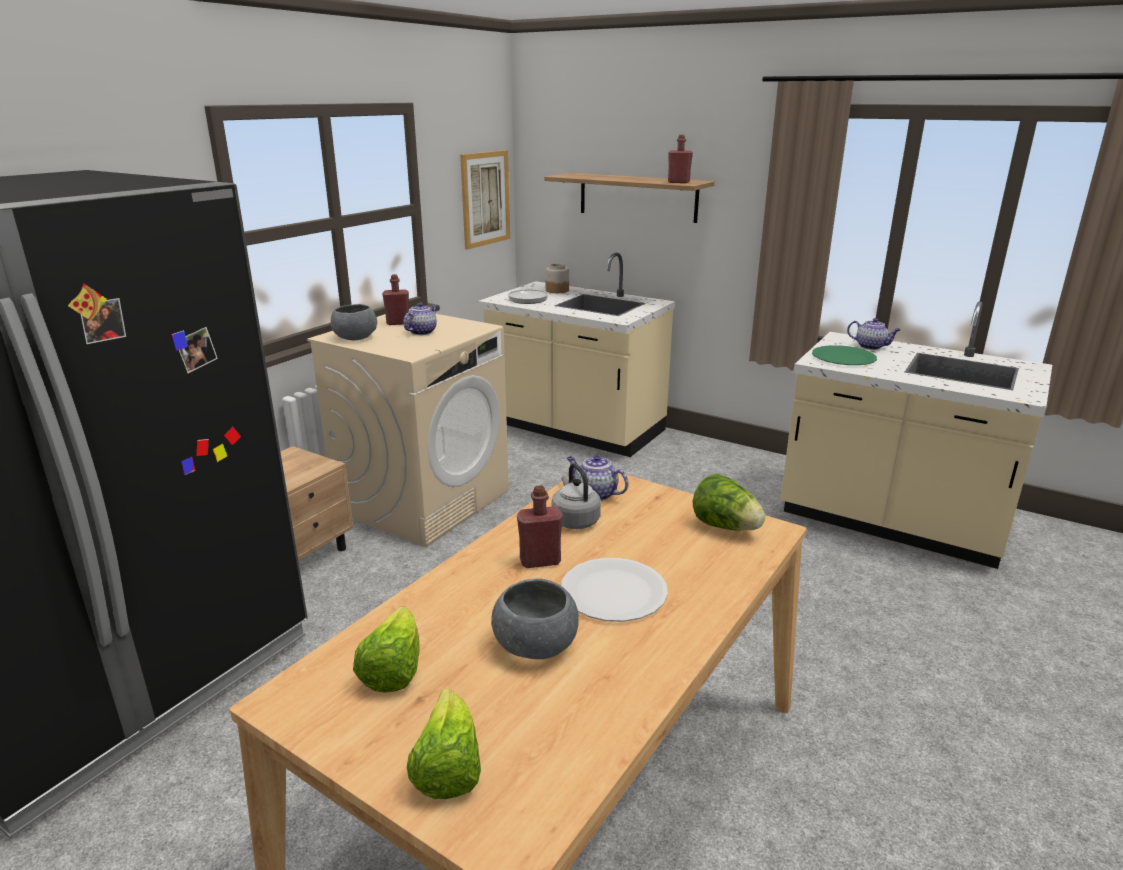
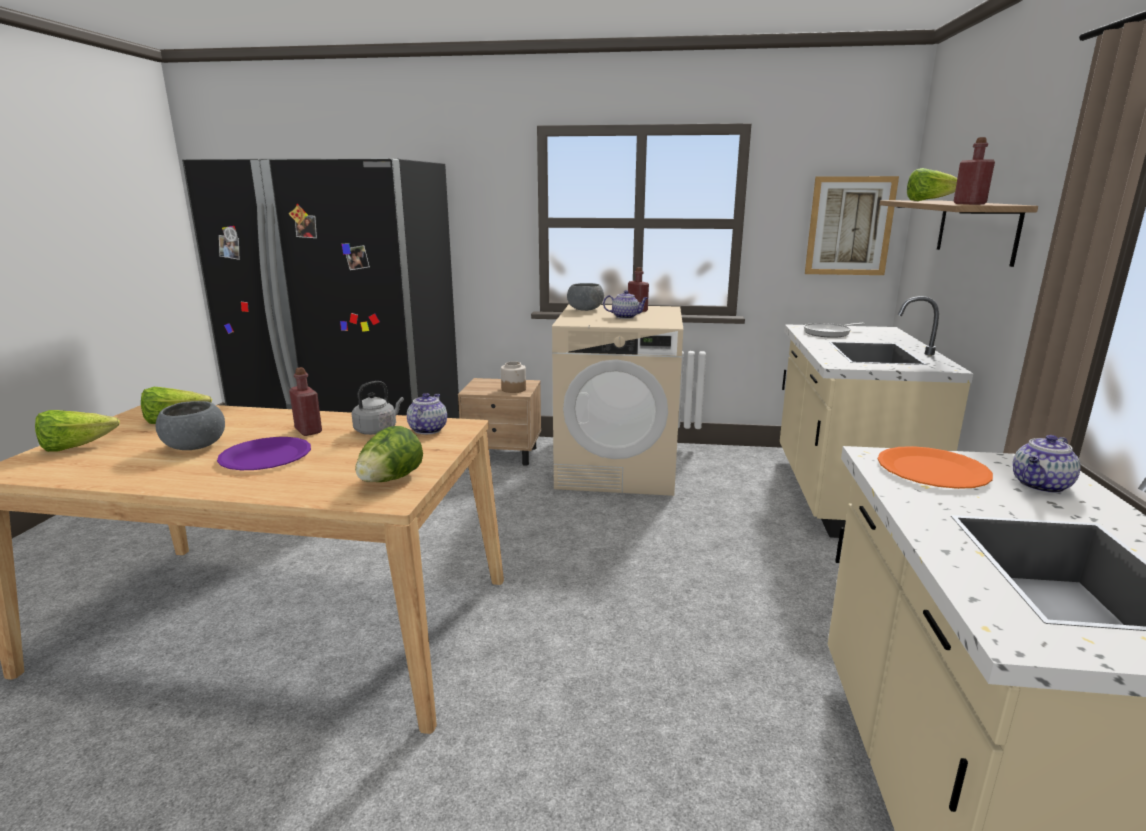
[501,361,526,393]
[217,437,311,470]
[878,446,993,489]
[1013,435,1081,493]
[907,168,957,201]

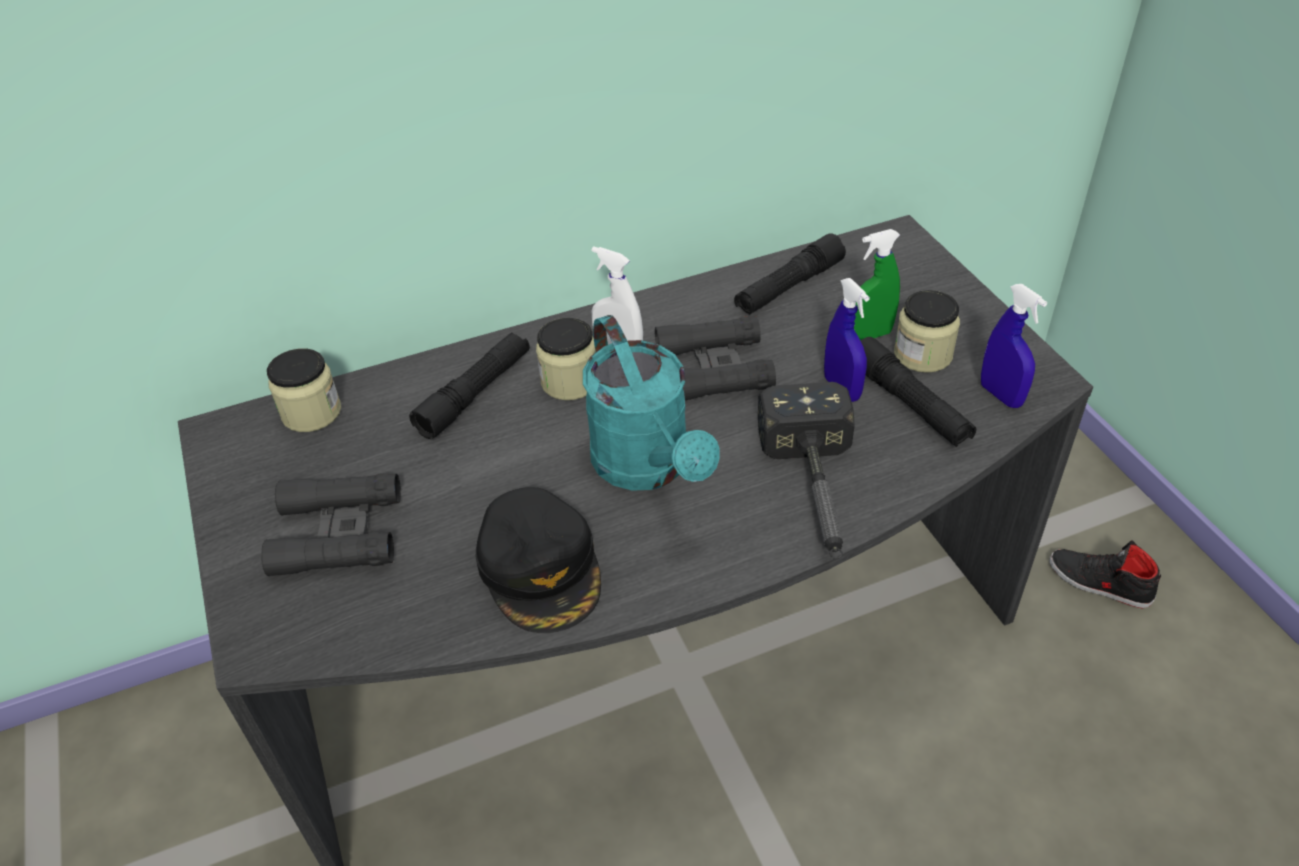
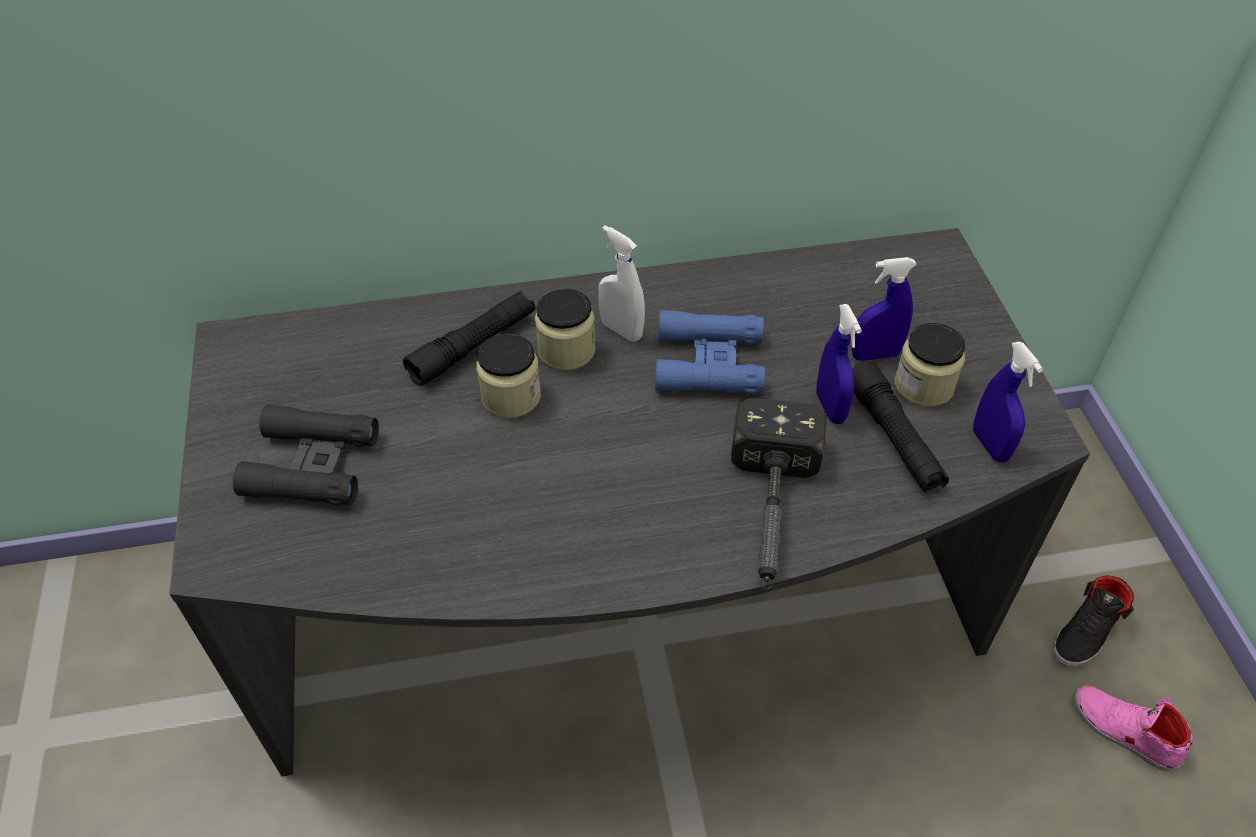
[476,334,541,418]
[476,487,601,633] (first image)
[583,315,720,491] (first image)
[655,310,765,394]
[734,233,846,315] (first image)
[851,257,917,361]
[1053,576,1134,667]
[1073,685,1193,772]

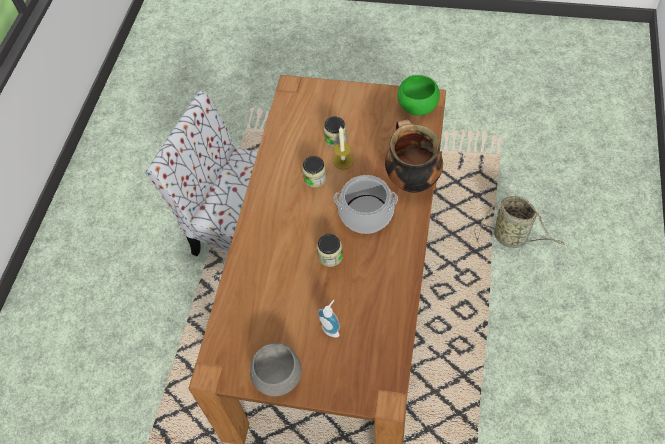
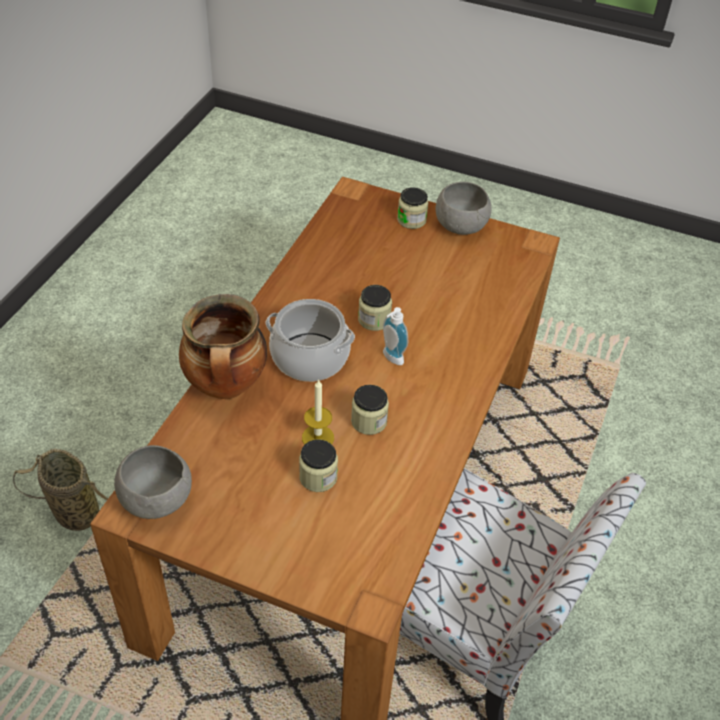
[383,307,408,365]
[114,445,192,519]
[397,188,428,229]

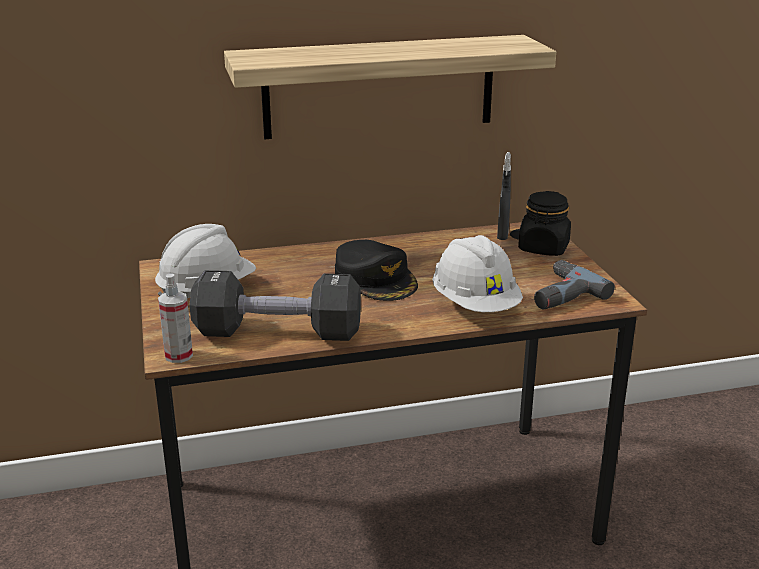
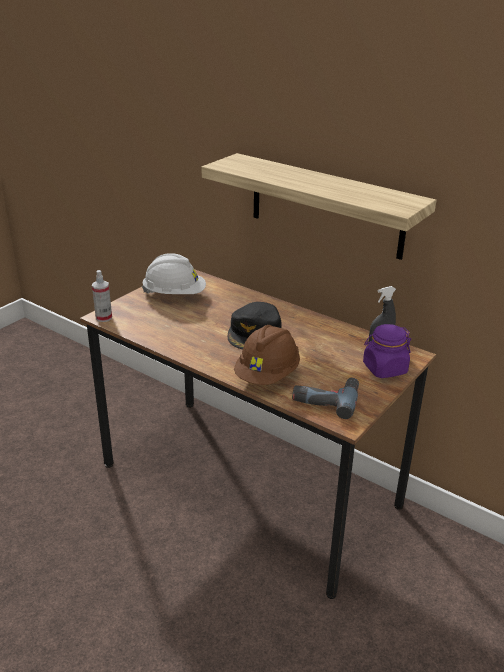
[189,270,361,341] (first image)
[234,325,300,385]
[363,324,411,378]

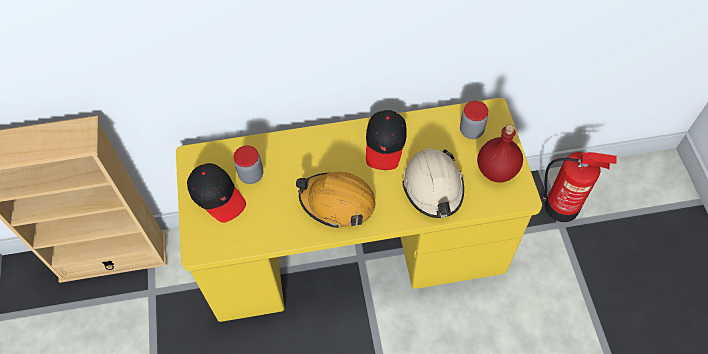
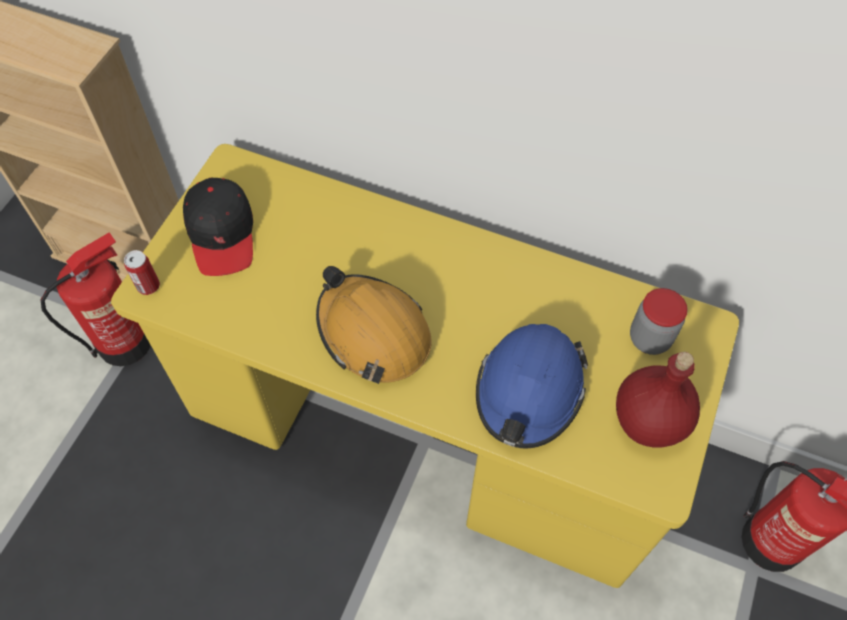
[234,145,263,184] (first image)
[366,110,407,170] (first image)
[476,324,588,449]
[41,232,150,366]
[124,250,160,295]

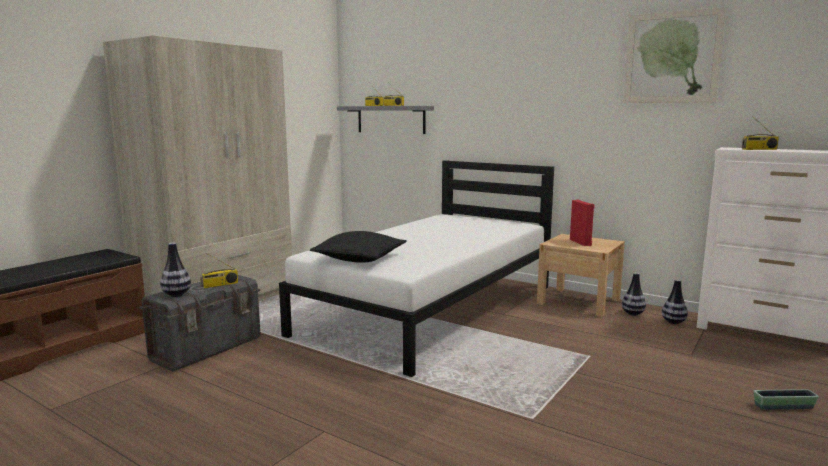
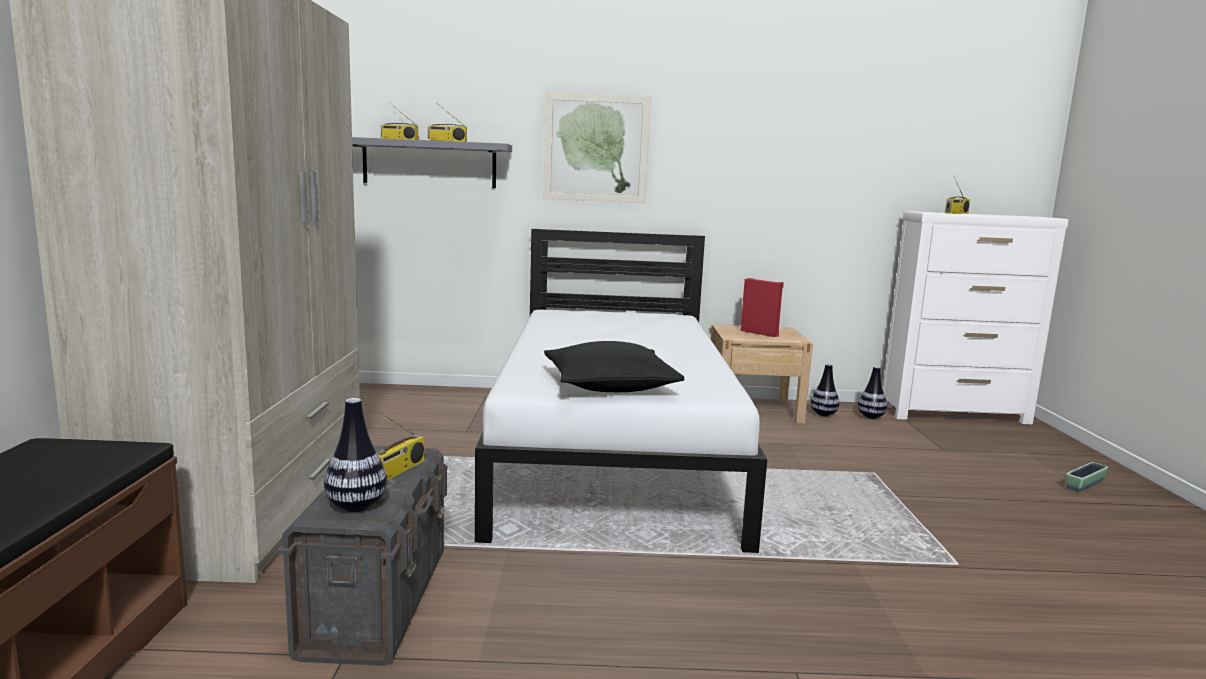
[543,92,651,203]

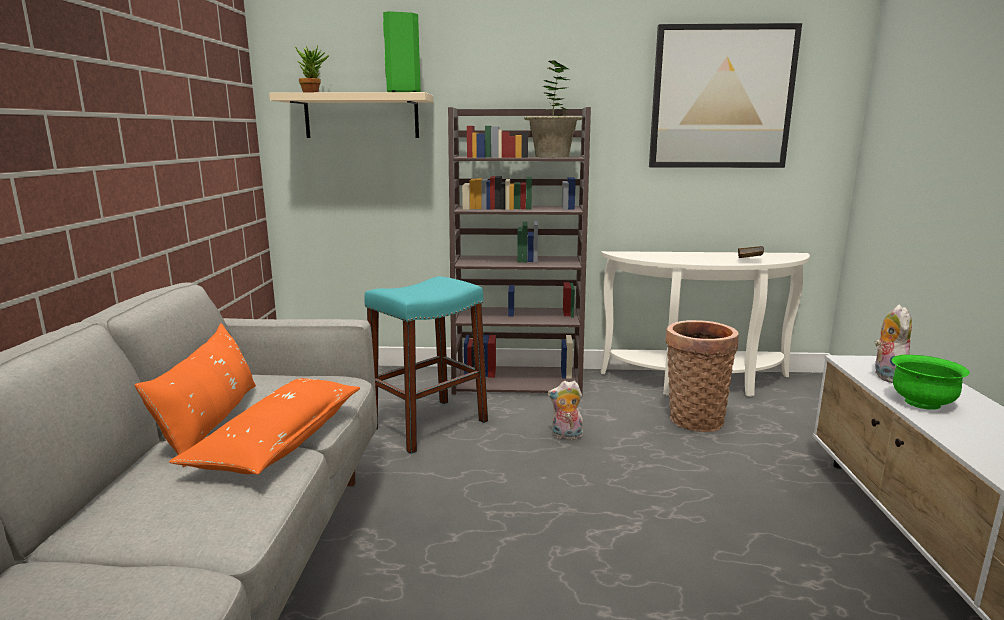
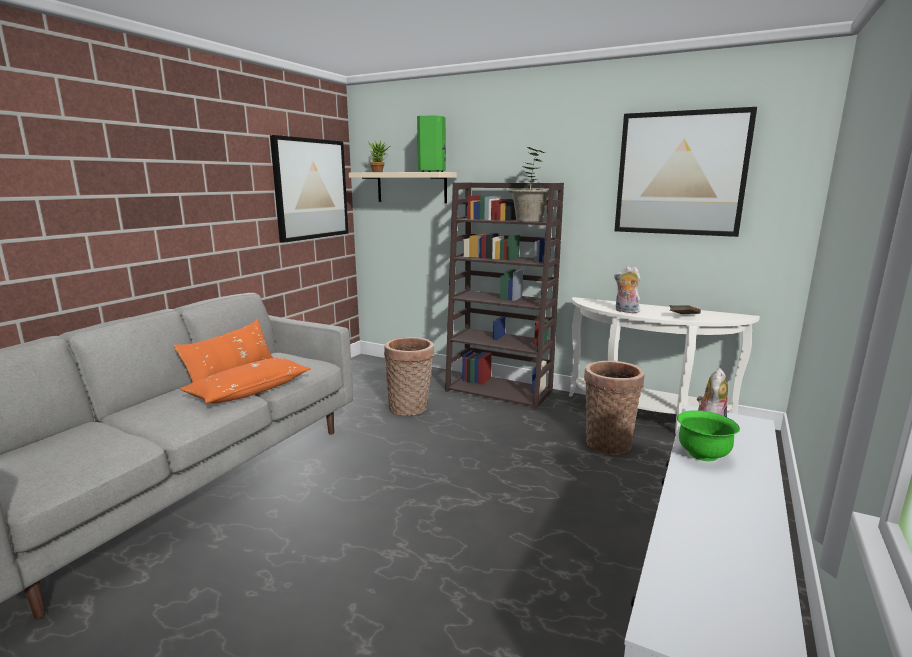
[384,337,434,416]
[614,266,641,313]
[270,135,348,243]

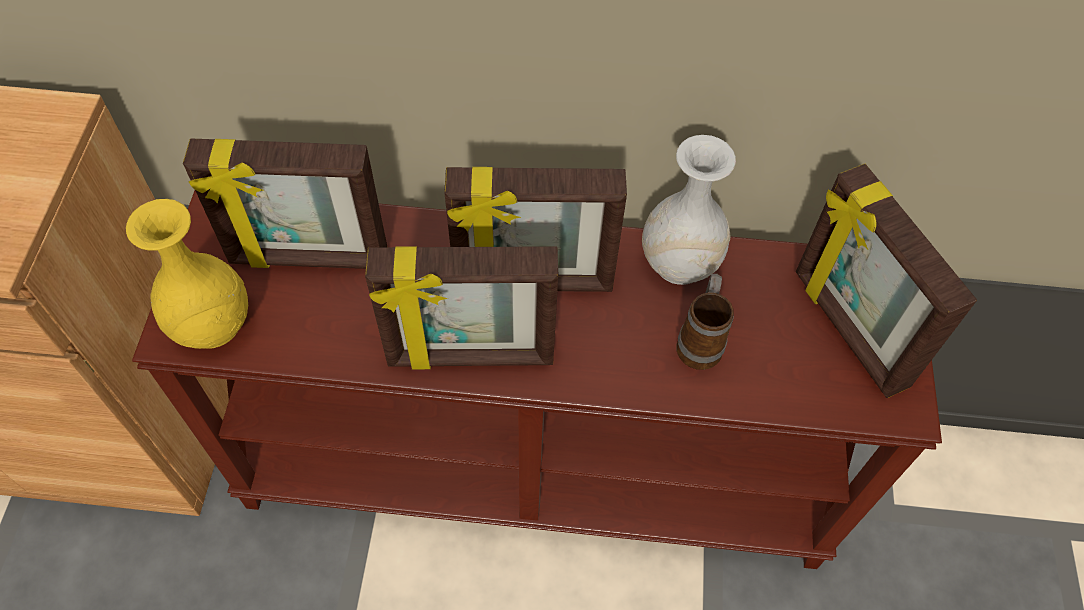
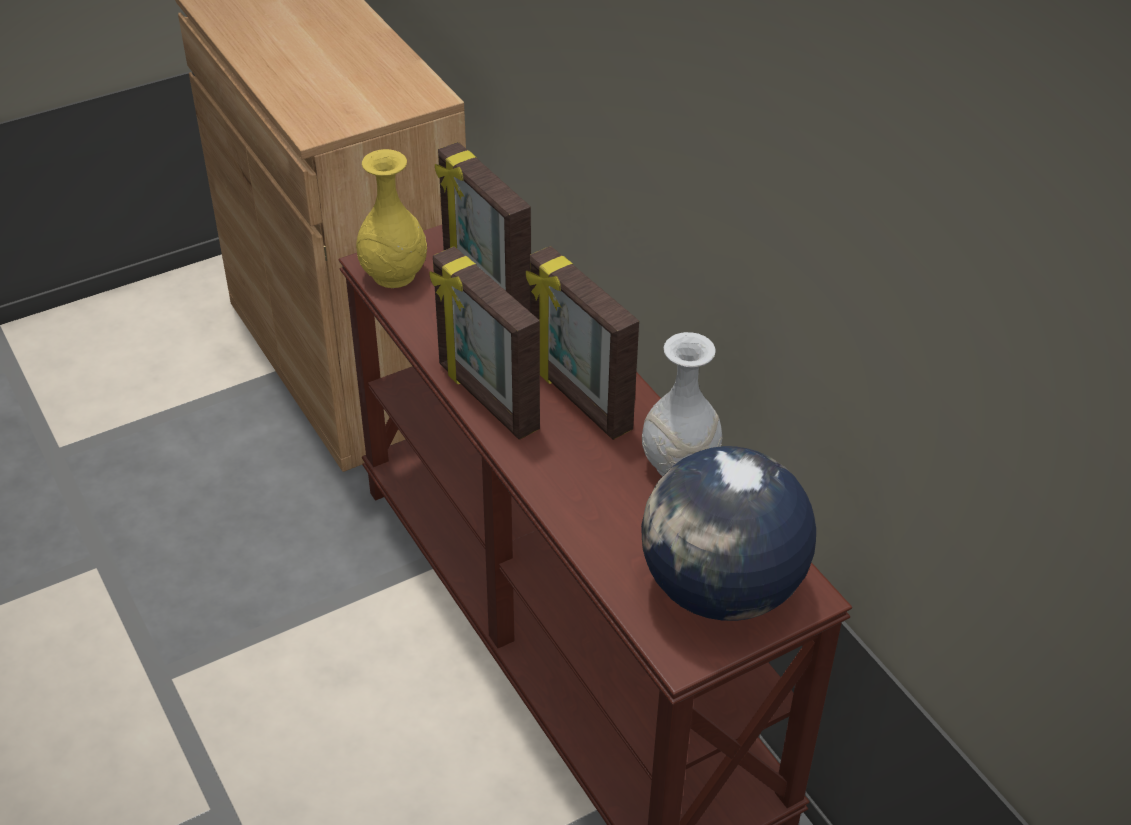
[676,274,734,370] (first image)
[641,446,816,621]

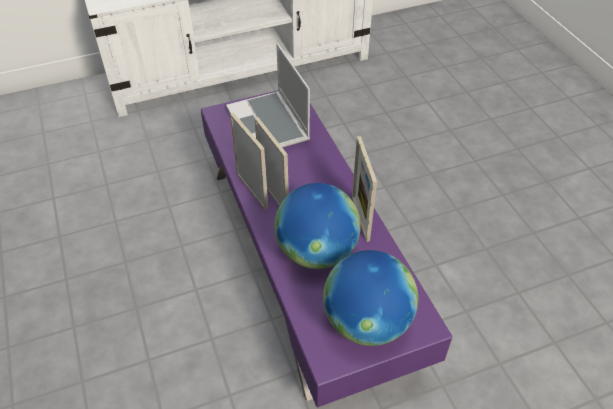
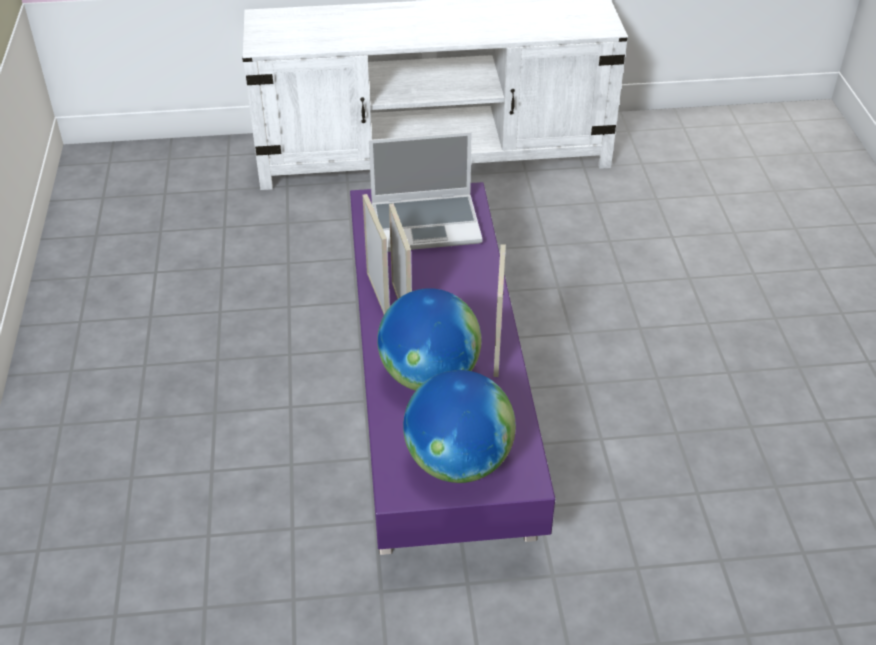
[369,132,483,252]

